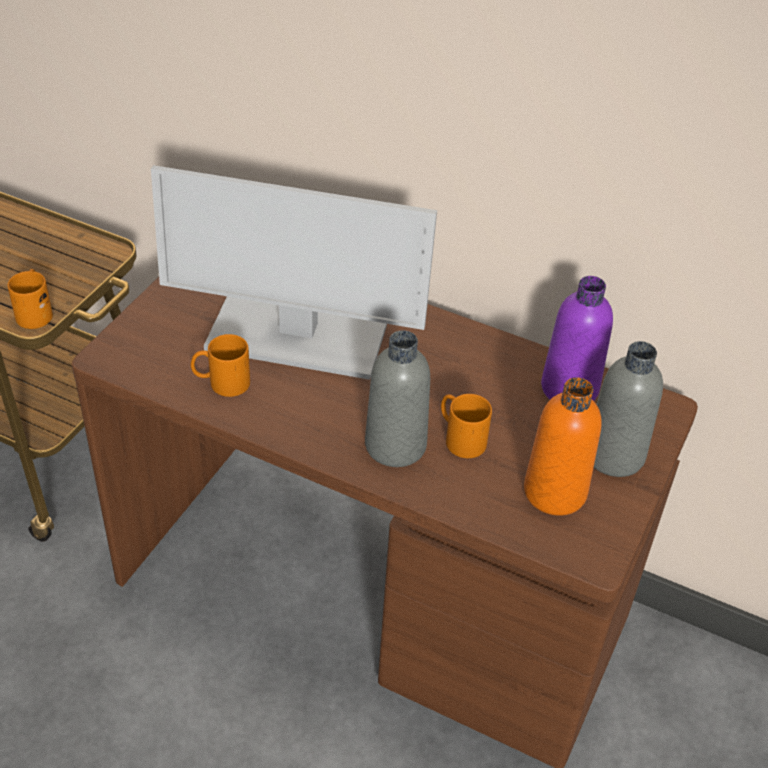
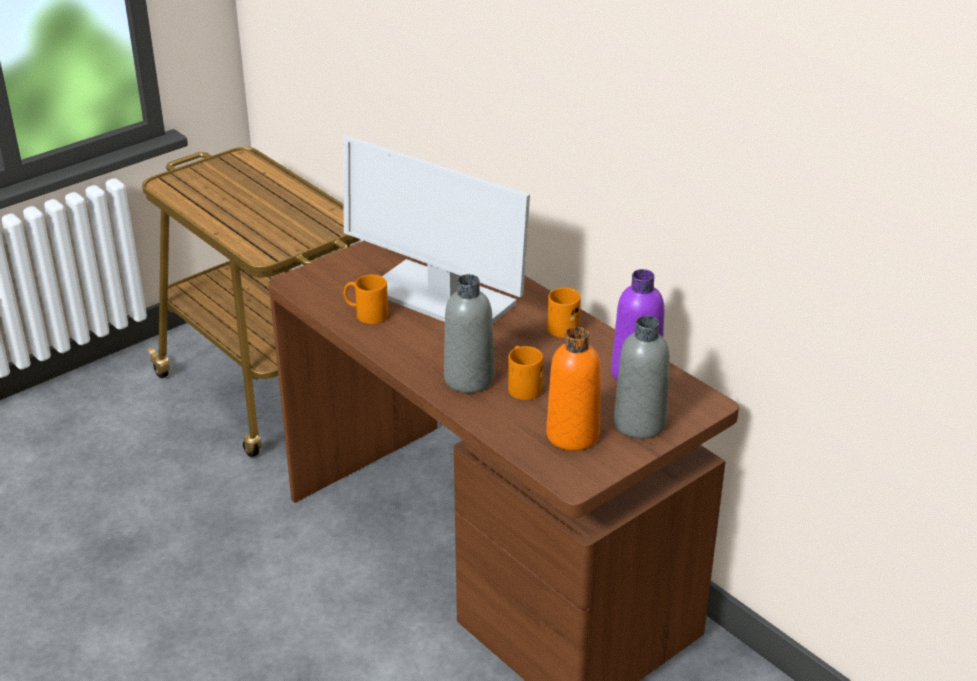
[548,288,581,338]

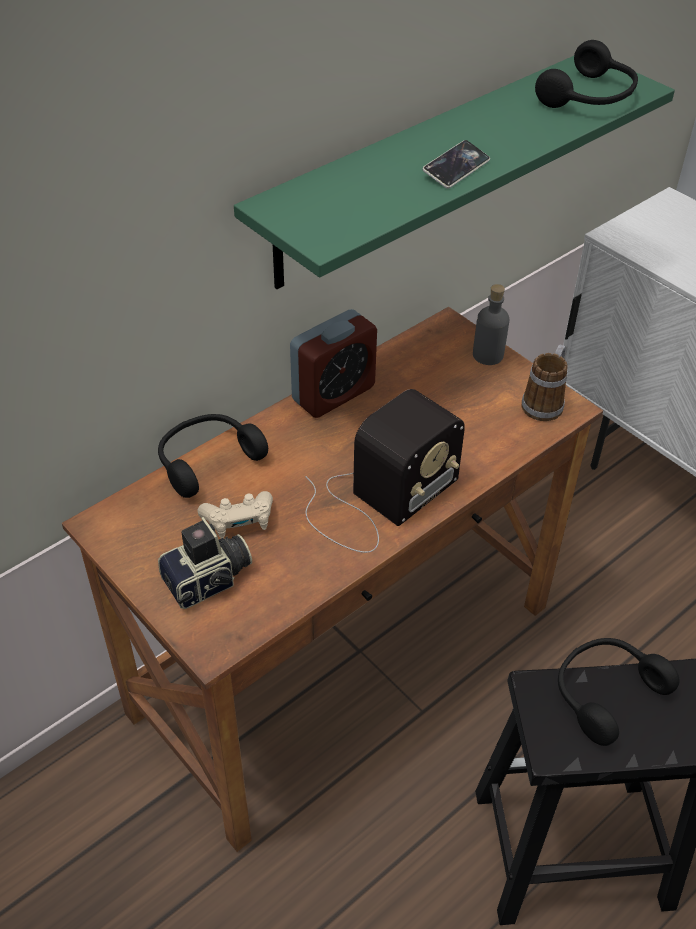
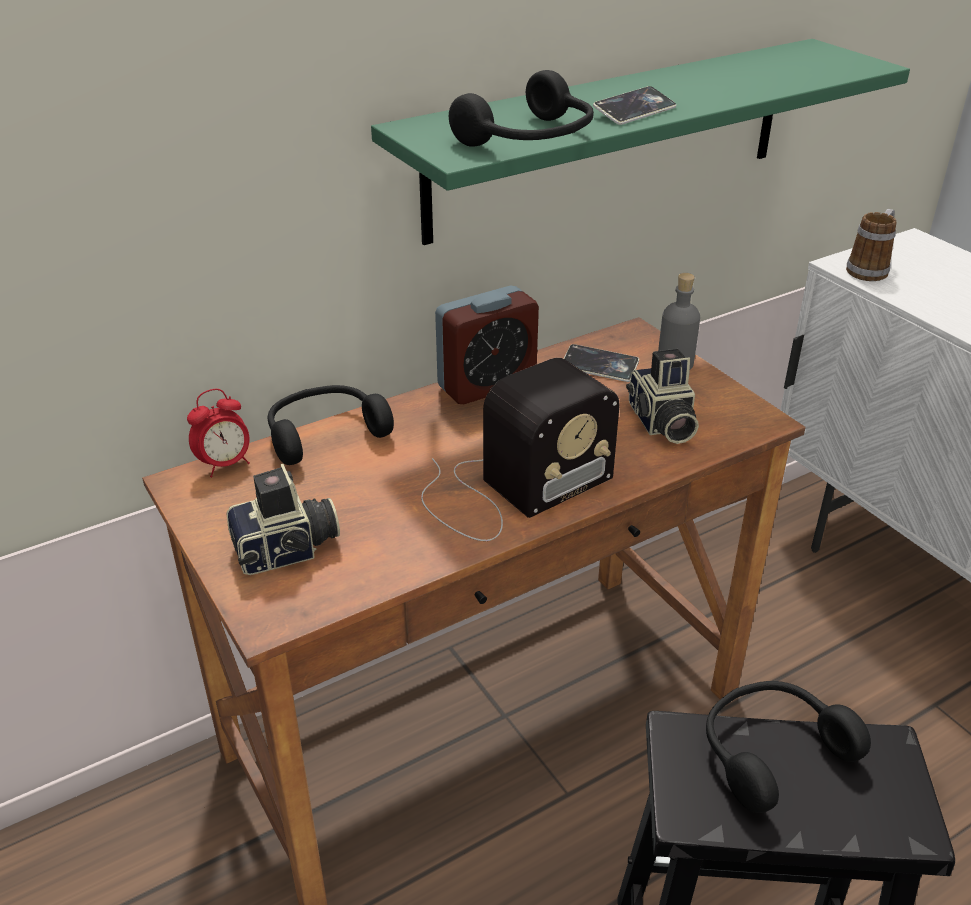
[198,491,273,538] (first image)
[846,209,897,281]
[449,70,594,147]
[187,389,250,477]
[564,344,639,382]
[626,349,699,444]

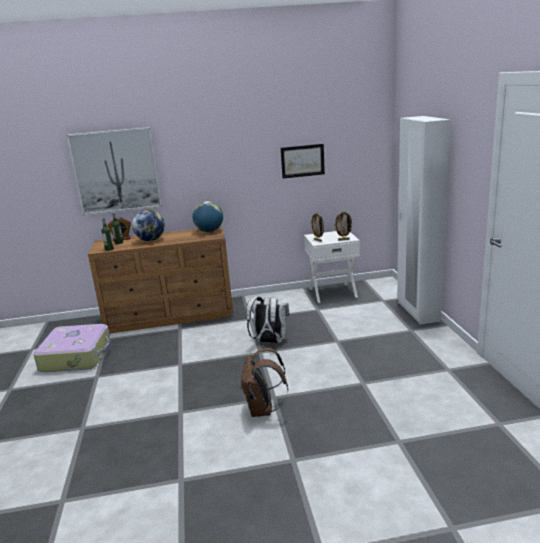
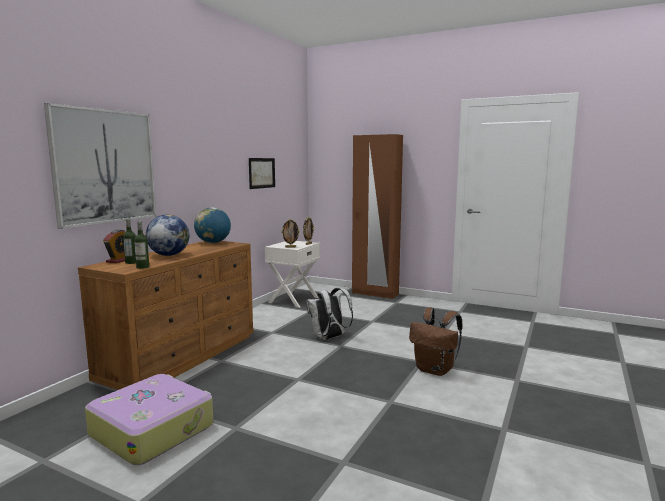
[352,134,403,299]

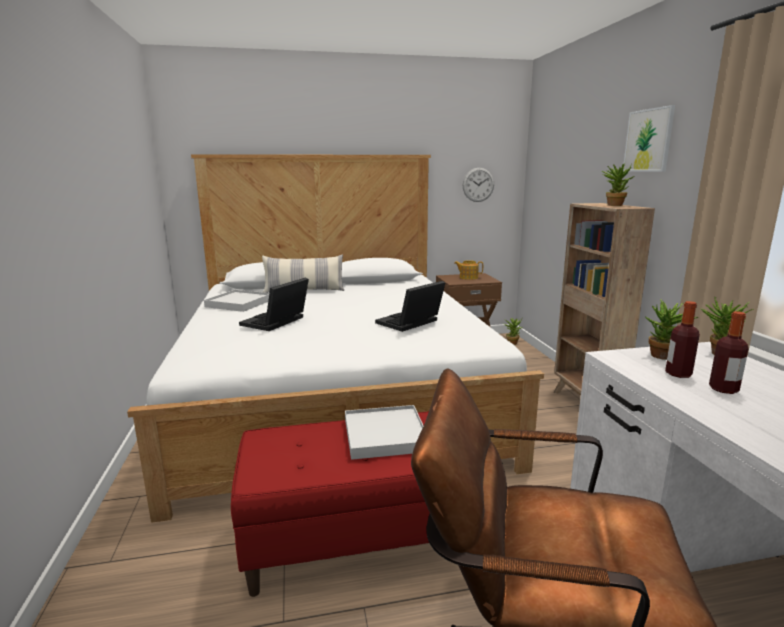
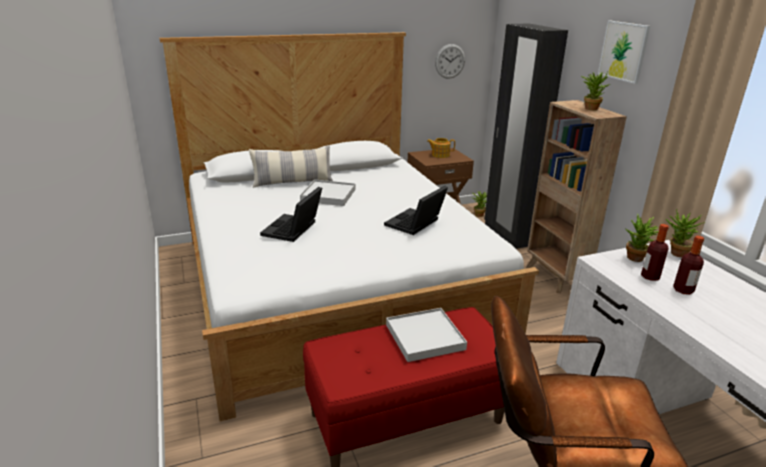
[300,179,355,206]
[484,24,568,249]

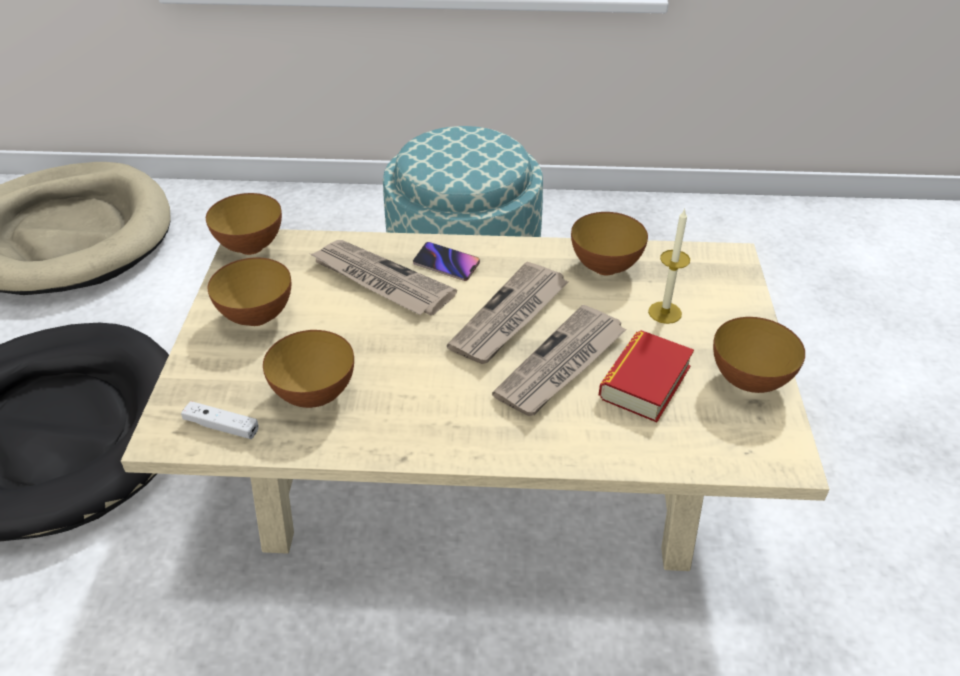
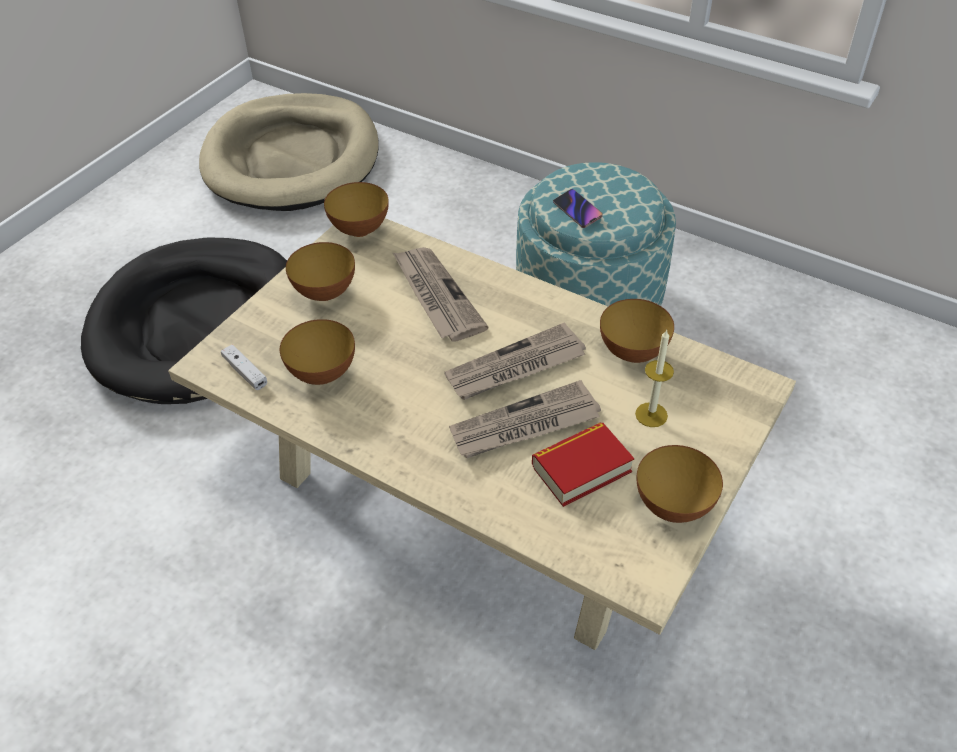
[553,189,603,228]

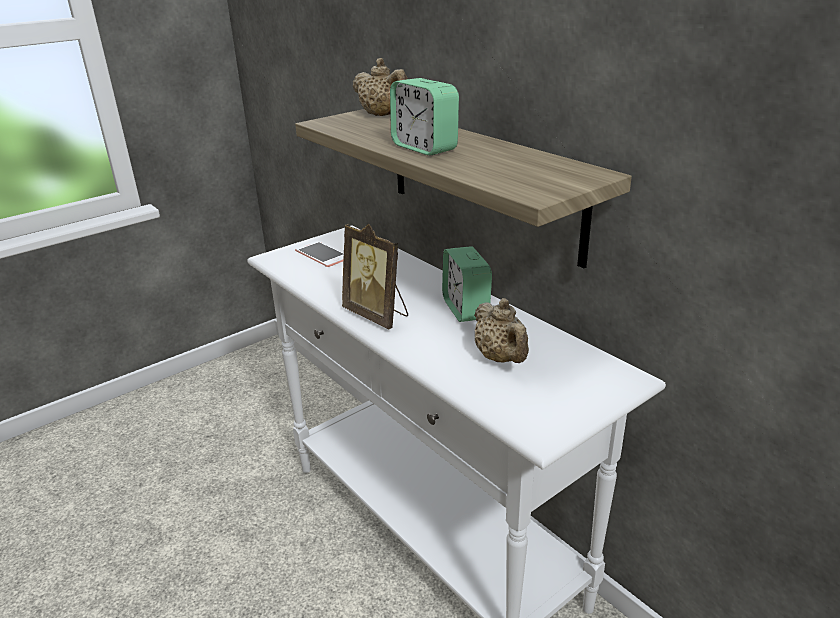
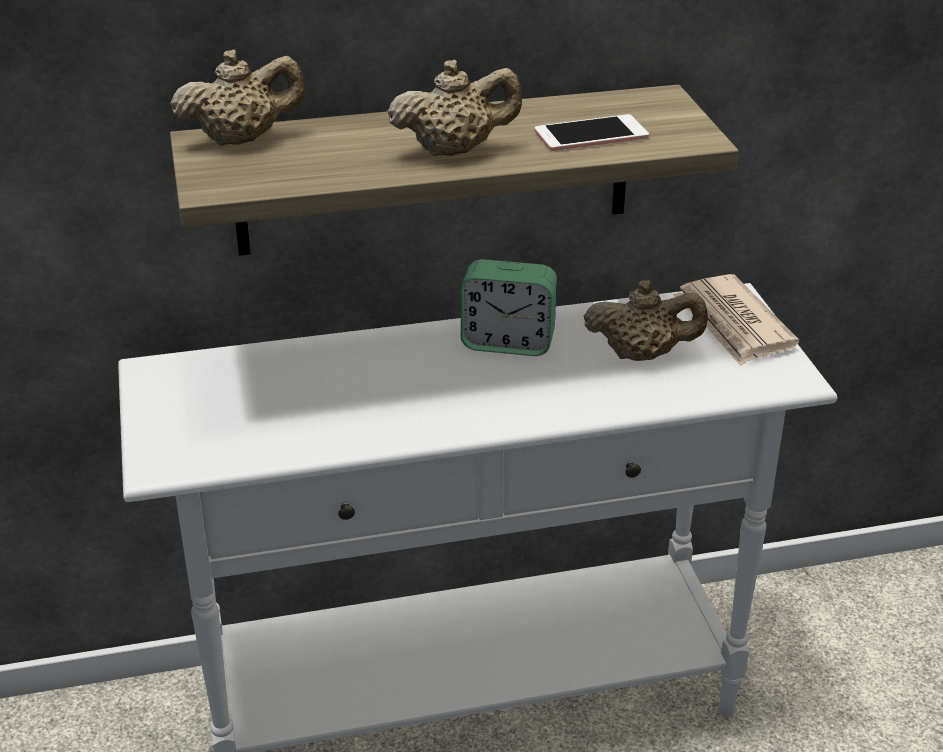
[535,114,649,151]
[342,224,408,329] (first image)
[387,60,522,156]
[673,274,799,366]

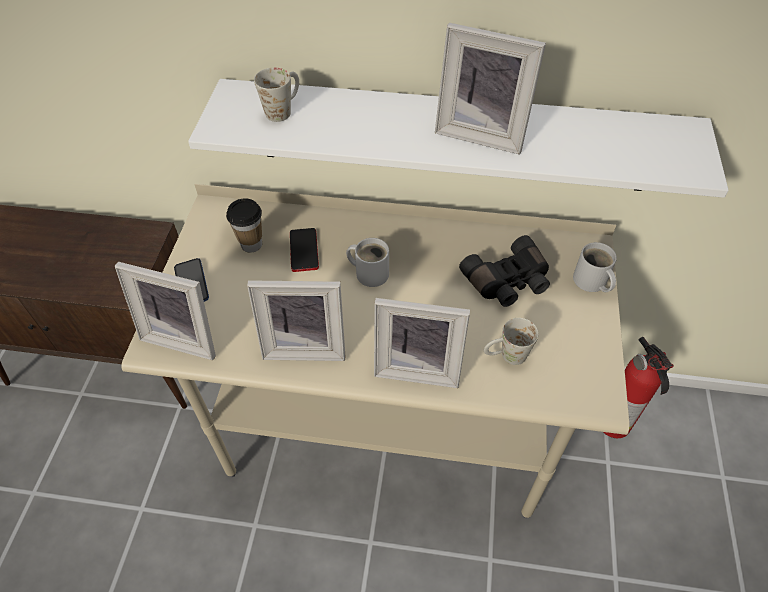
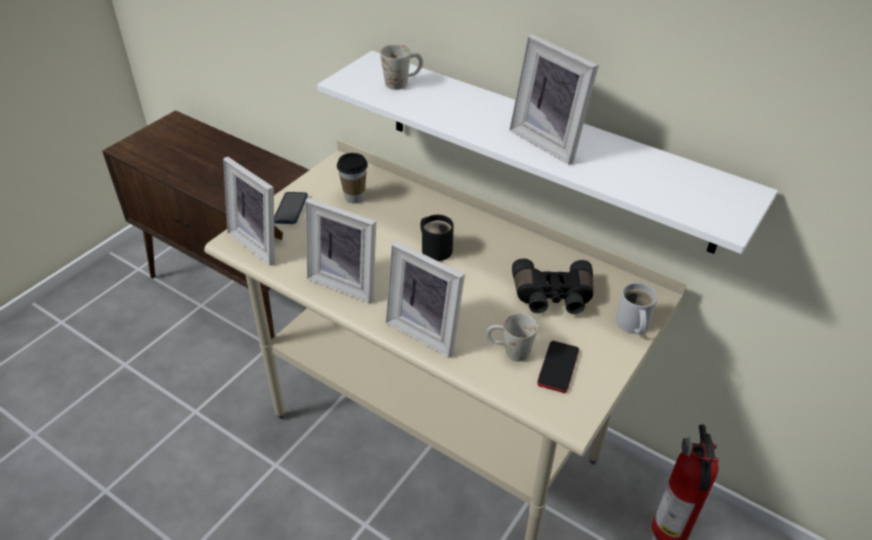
[537,341,579,393]
[420,215,454,261]

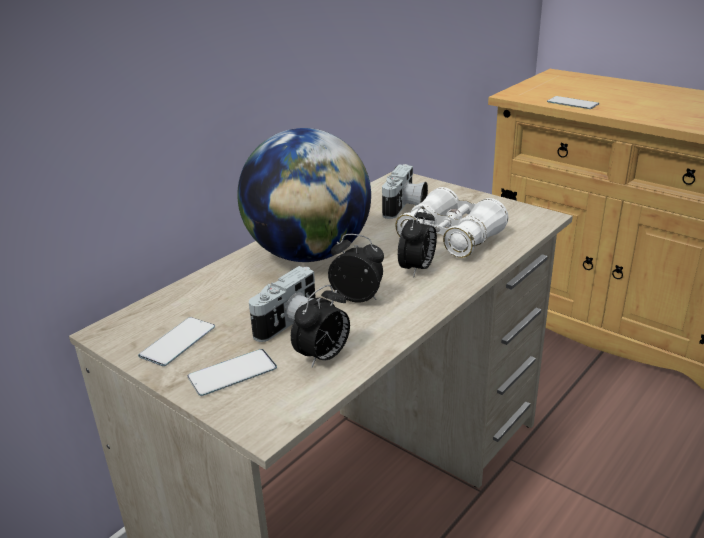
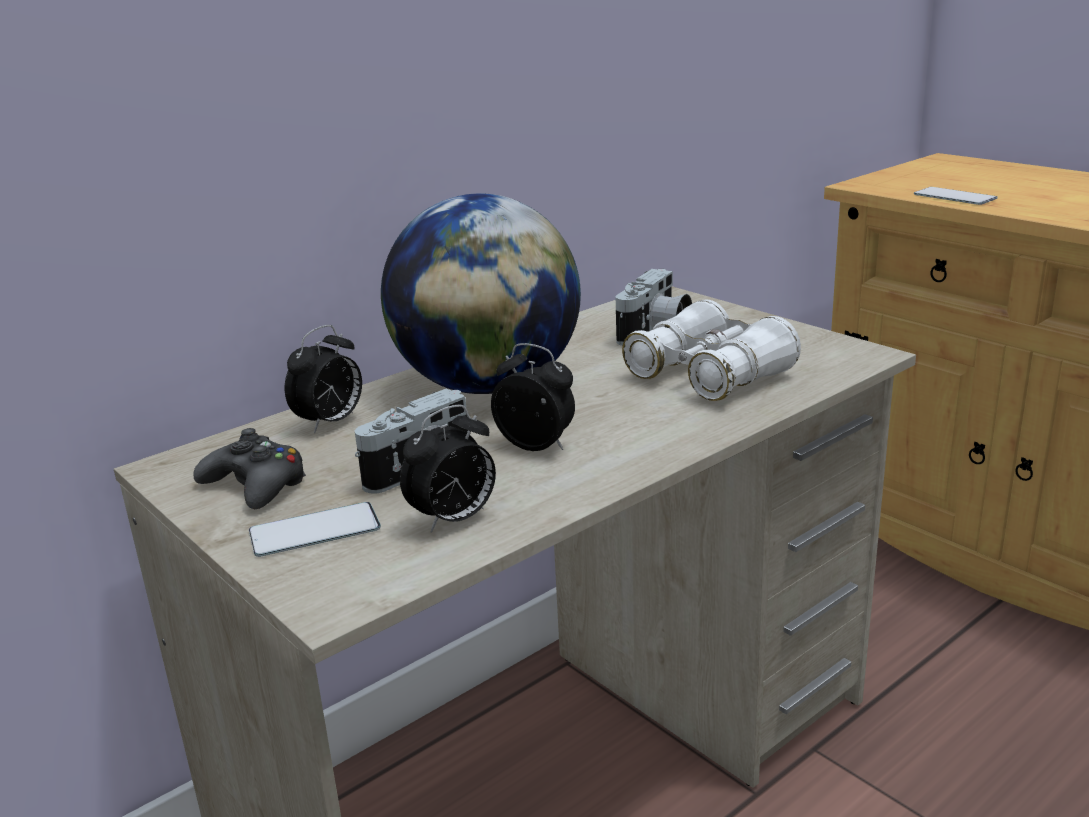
[193,428,306,509]
[285,325,362,433]

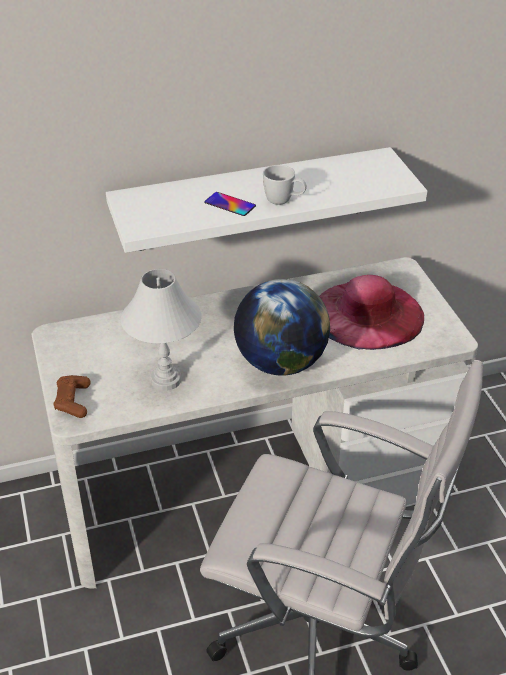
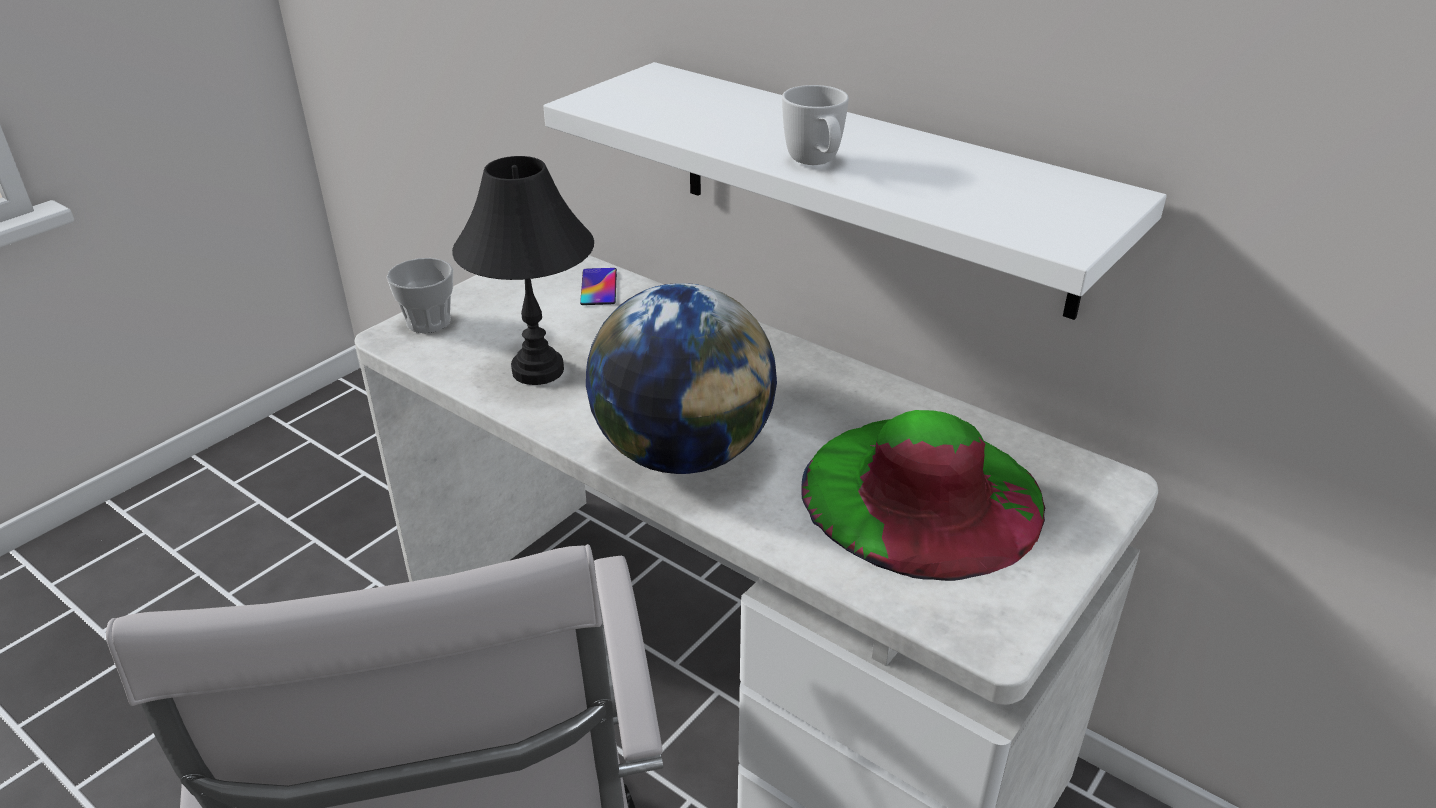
[386,258,453,333]
[452,156,594,385]
[580,268,617,305]
[801,410,1045,581]

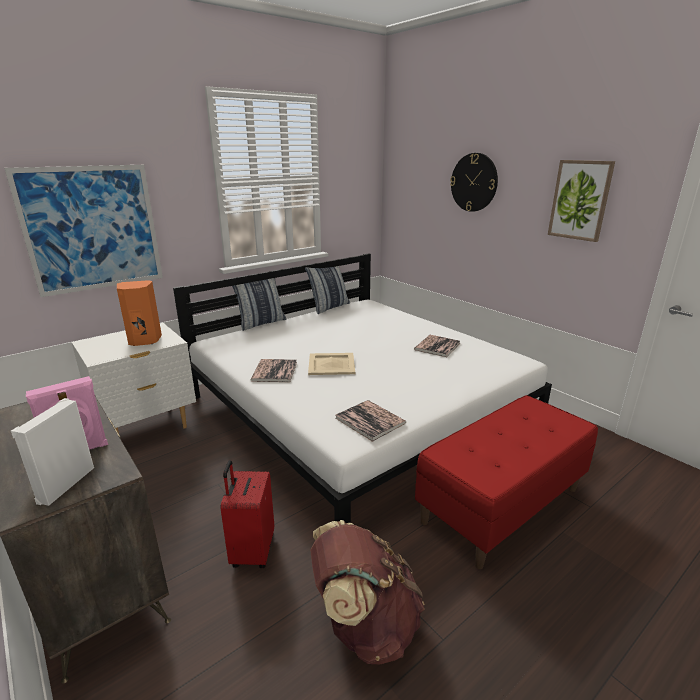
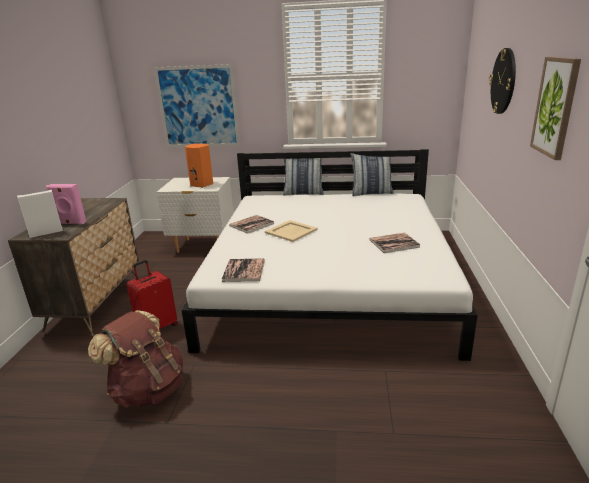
[415,395,598,569] (first image)

